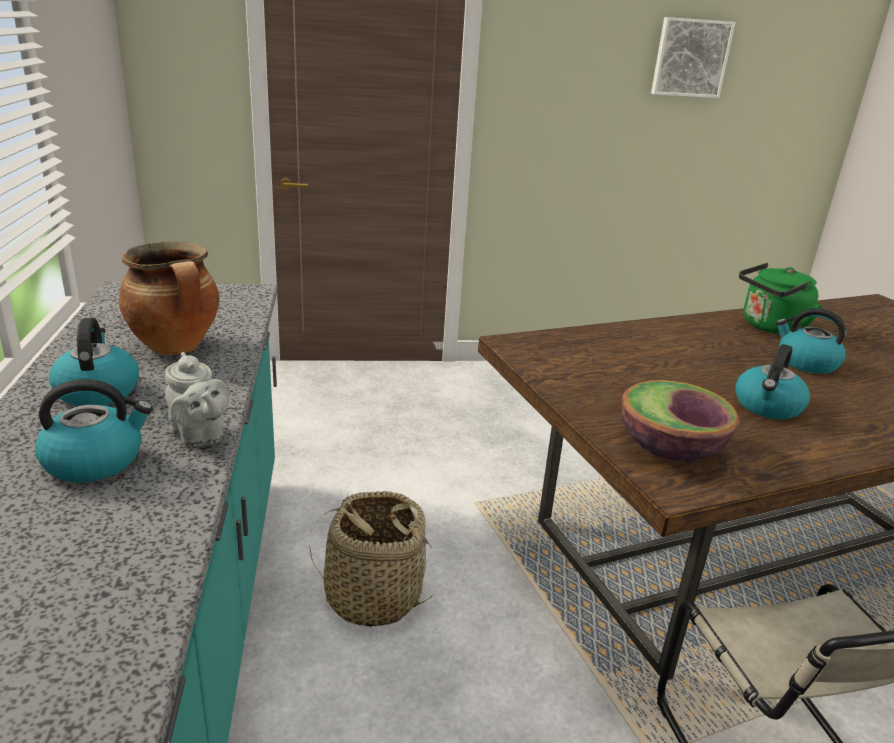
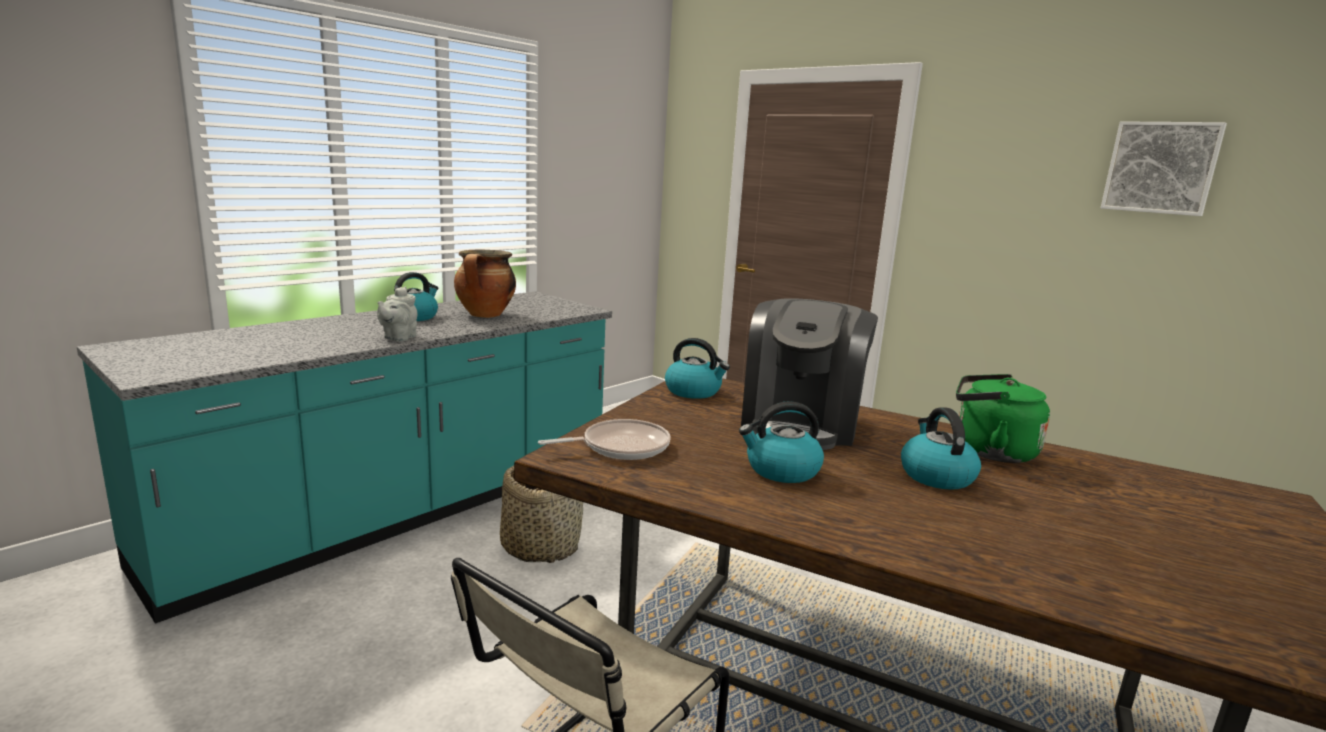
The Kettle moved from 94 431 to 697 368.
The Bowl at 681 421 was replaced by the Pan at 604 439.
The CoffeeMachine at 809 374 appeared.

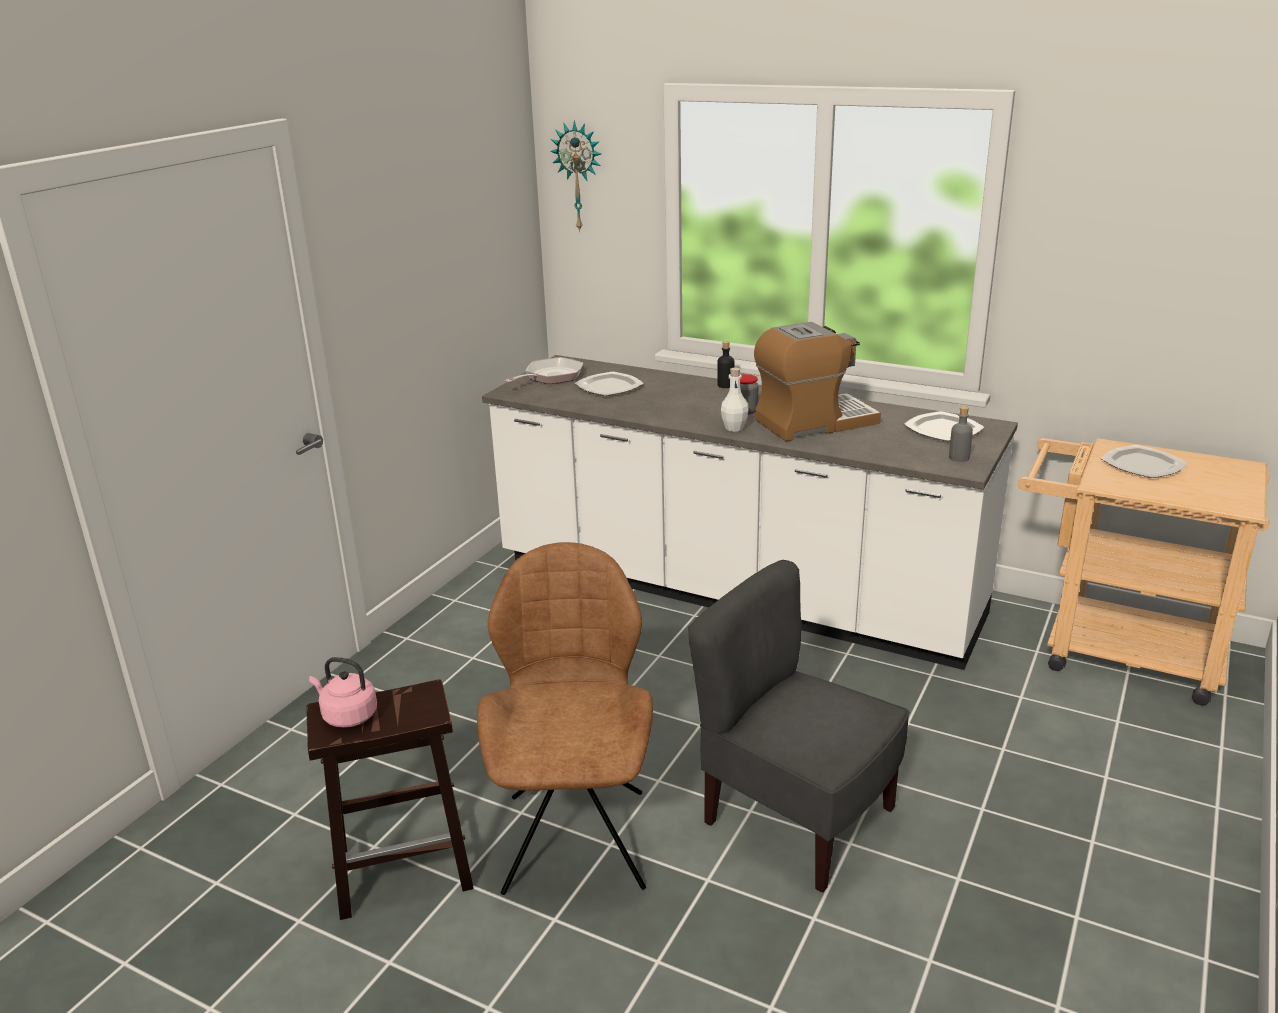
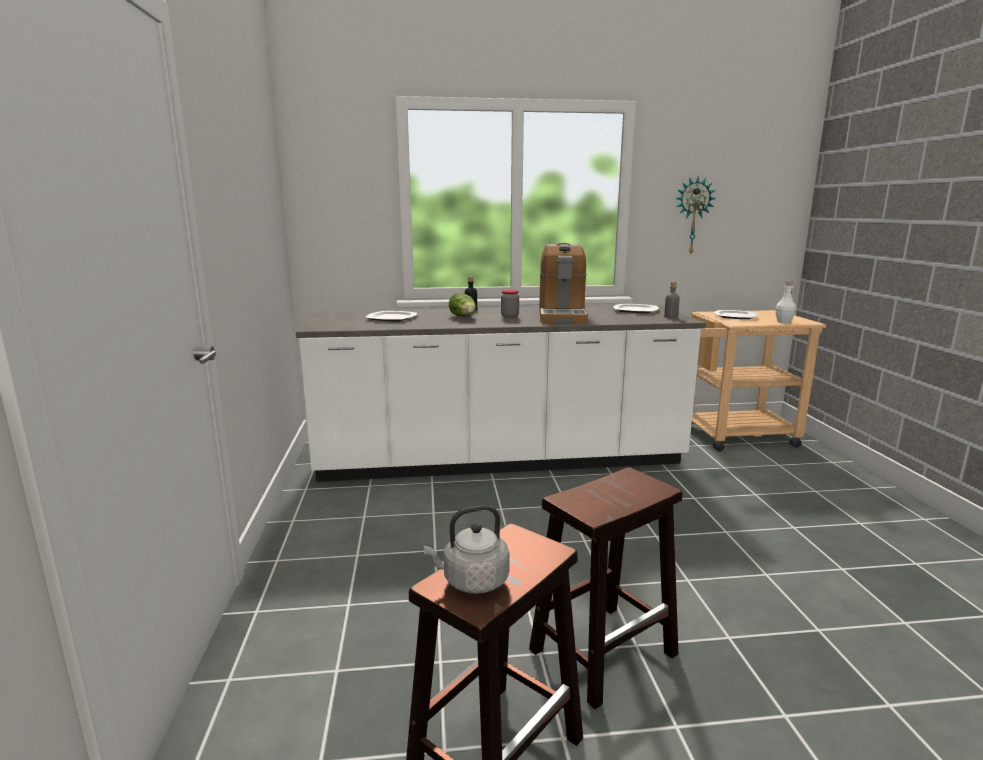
The HangingClock moved from 575 176 to 695 216.
The CoffeeMachine at 817 381 turned 150 degrees clockwise.
The Pan at 543 370 disappeared.
The WhitishBottle moved from 735 399 to 785 302.
The BrownColouredChair at 565 718 was replaced by the BrownColouredStoolSeat at 605 588.
The GrayChair at 798 726 disappeared.
The PinkishKettle at 343 692 became the GrayKettle at 466 549.
The LettuceHead at 462 304 appeared.

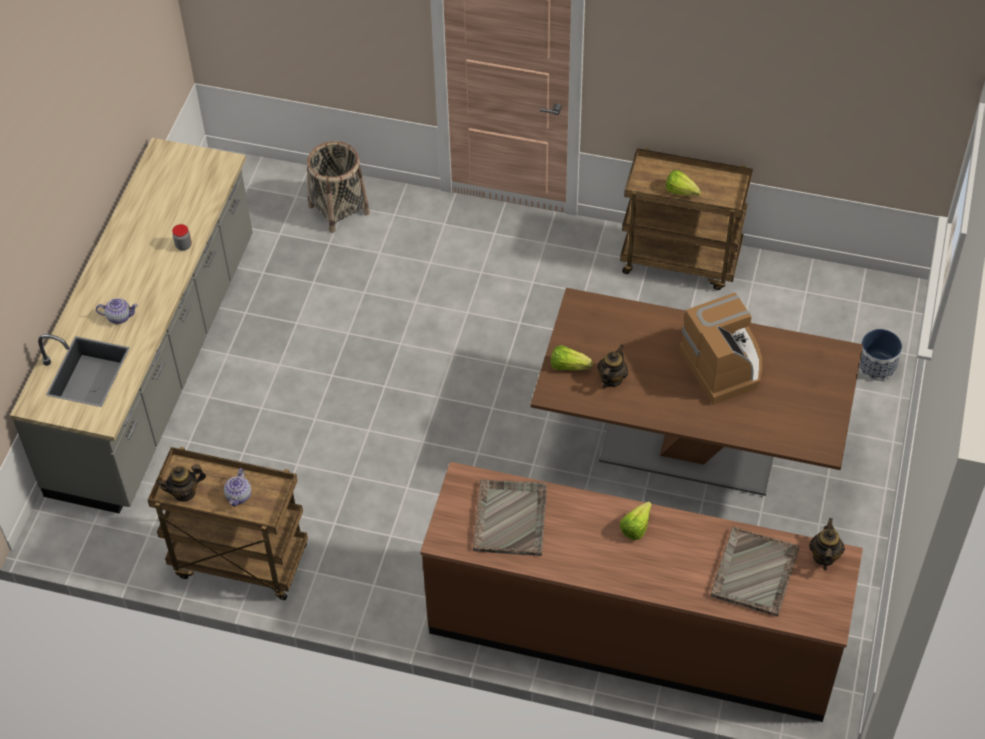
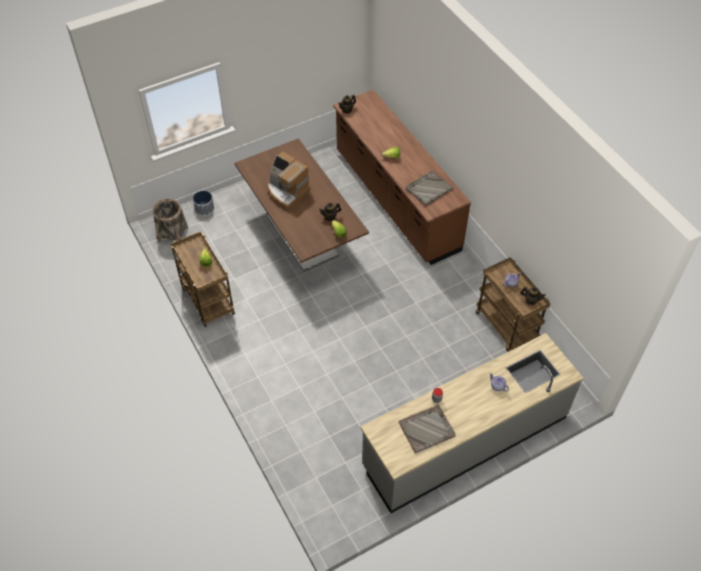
The StorageBasket moved from 338 187 to 170 221.
The CoffeeMachine at 720 349 turned 75 degrees counterclockwise.
The GrayTray moved from 755 571 to 427 429.

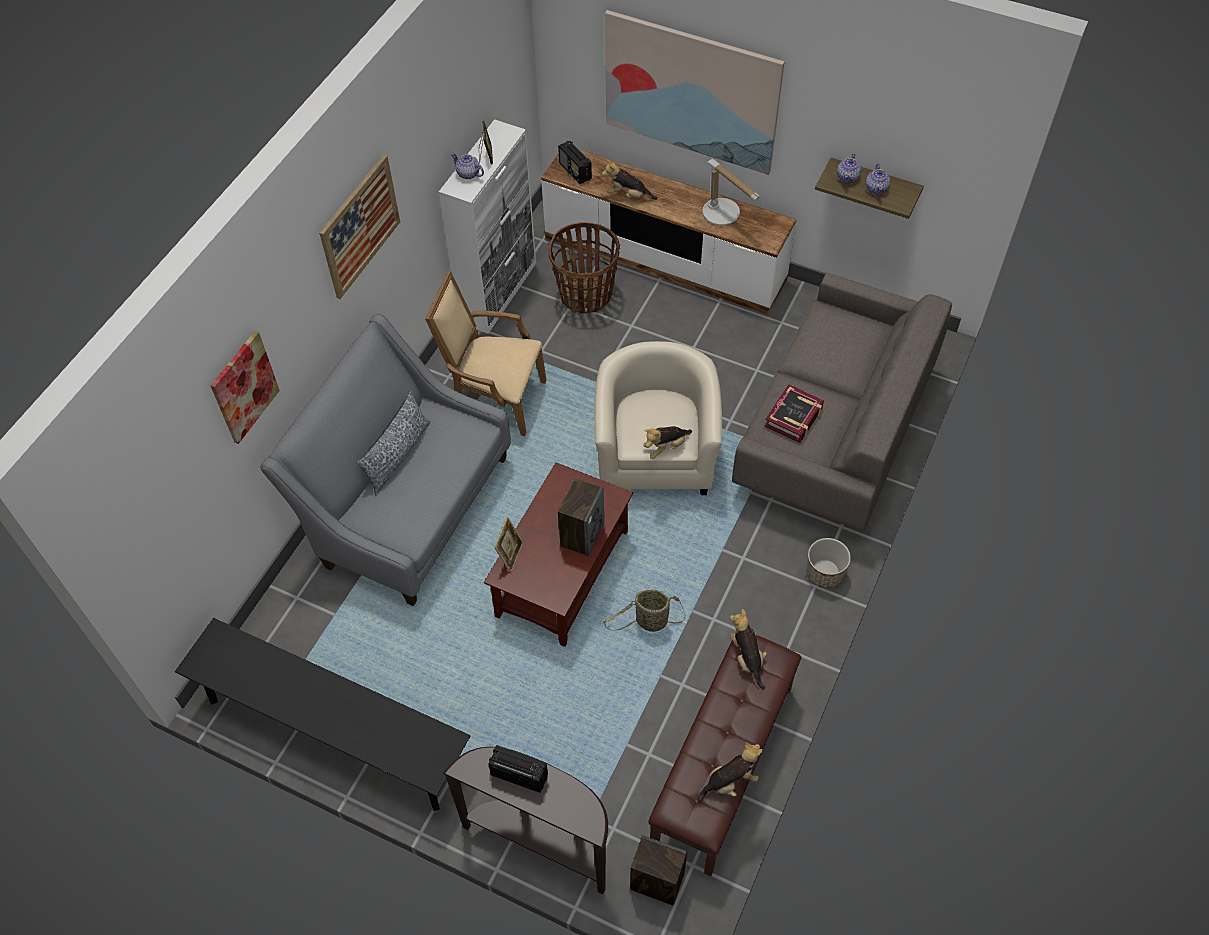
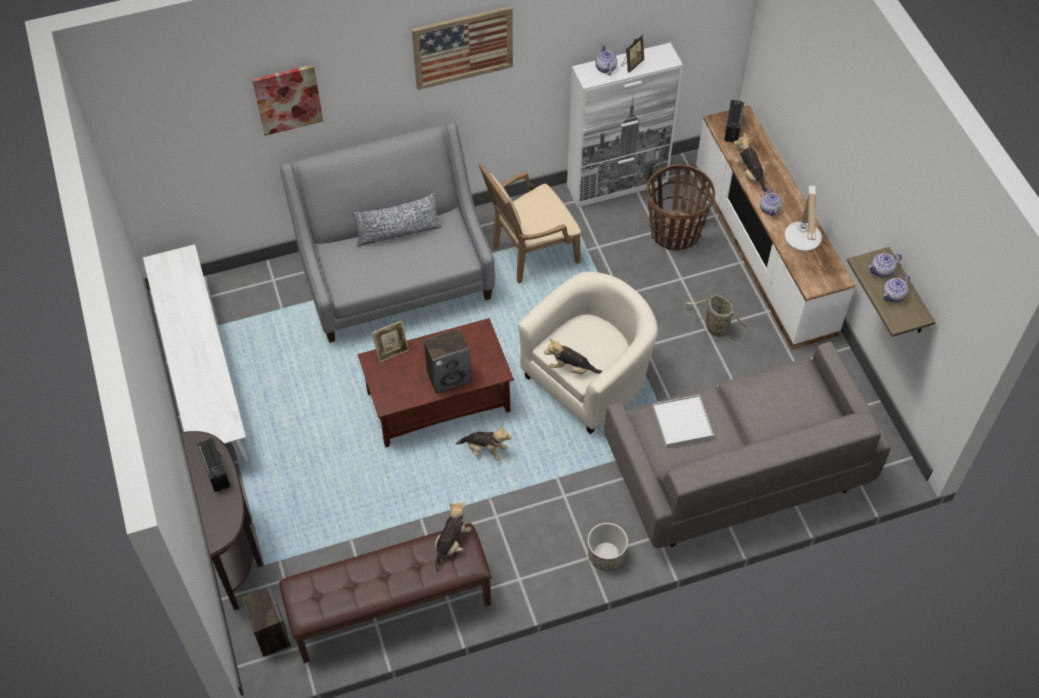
The Picture at 695 92 disappeared.
The BeigeColouredLoungeChair at 485 353 turned 90 degrees counterclockwise.
The Book at 794 413 was replaced by the WhitishTray at 683 421.
The StorageBasket moved from 644 611 to 715 319.
The BlackColouredLongSeat at 323 714 became the WhitishLongSeat at 195 353.
The PlushToy moved from 730 772 to 484 442.
The Teapot at 771 201 appeared.

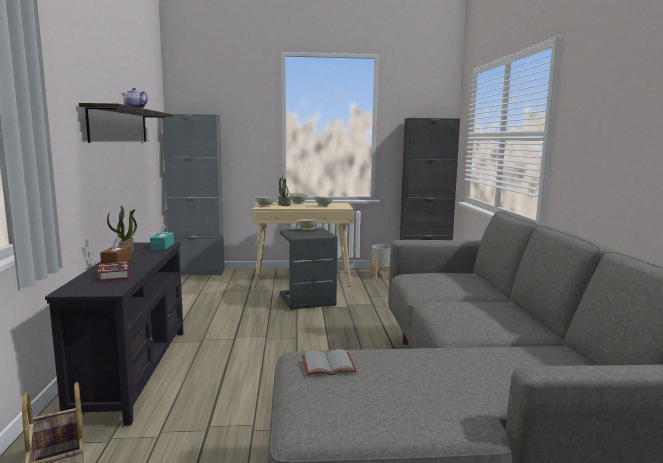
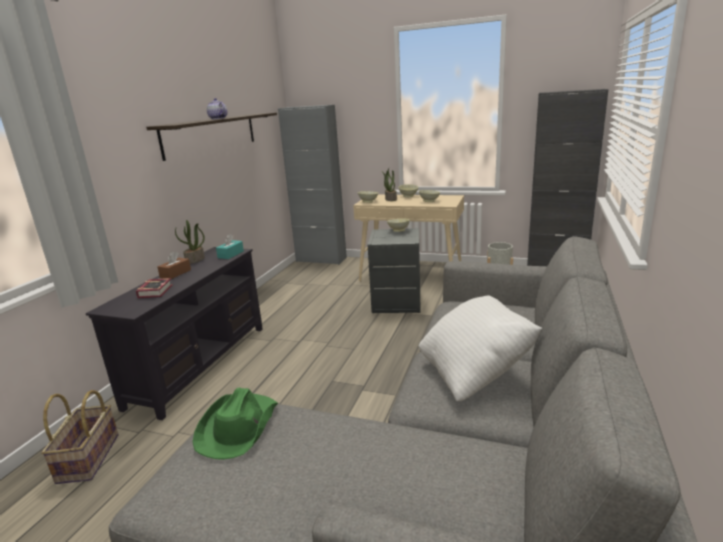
The GrayBook at 329 362 was replaced by the GreenishClothingHat at 235 423.
The WhitishThrowPillow at 480 348 appeared.

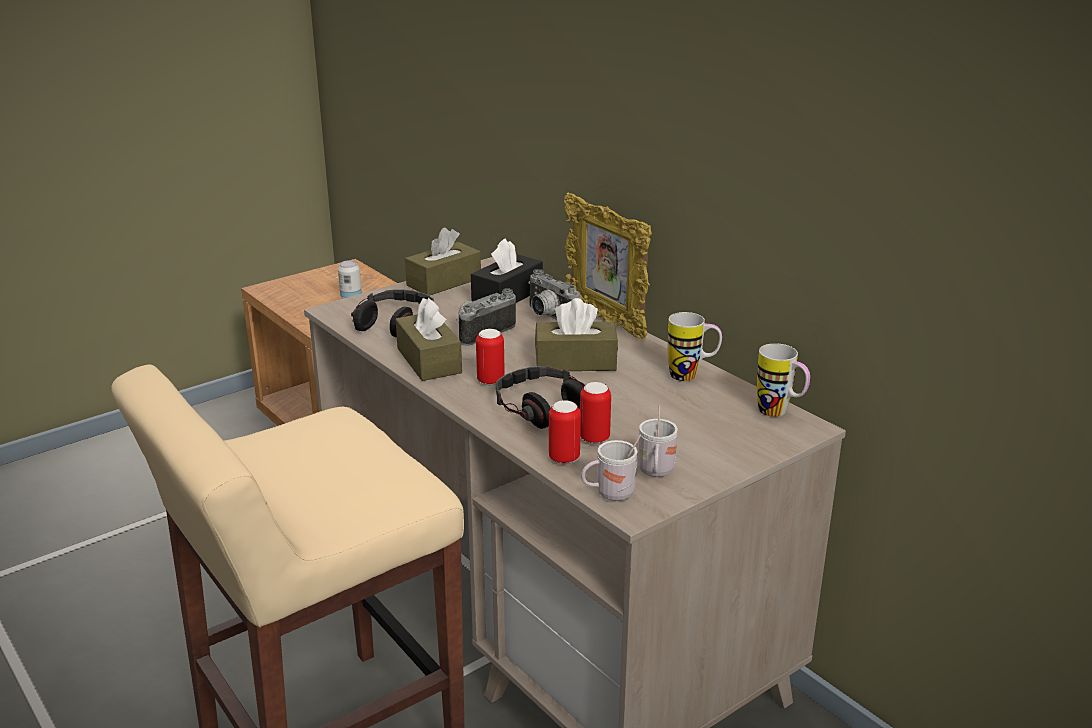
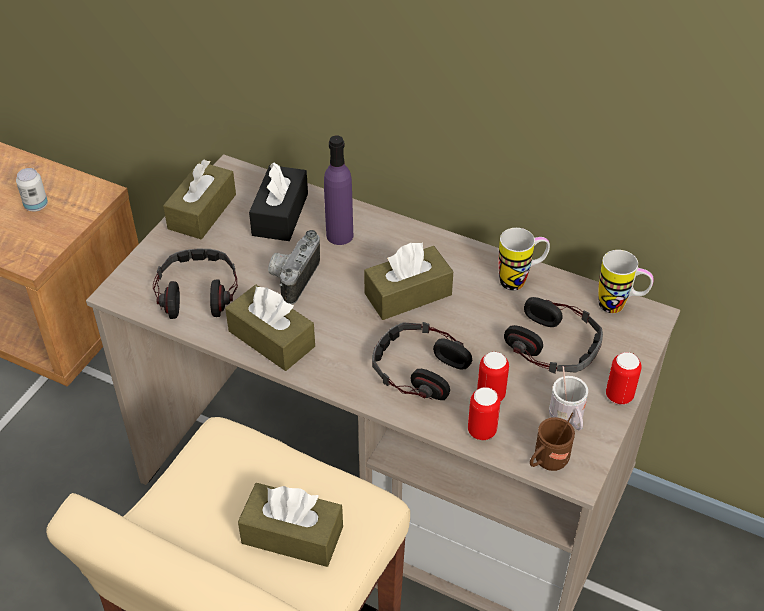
The PhotoFrame at 608 266 disappeared.
The StillCamera at 554 294 was replaced by the PurplishBottle at 338 190.
The SealedCan moved from 490 357 to 624 378.
The WhitishMug at 611 468 became the BrownColouredMug at 552 442.
The PairOfHeadphones at 553 335 appeared.
The BrownColouredTissueHolder at 290 525 appeared.

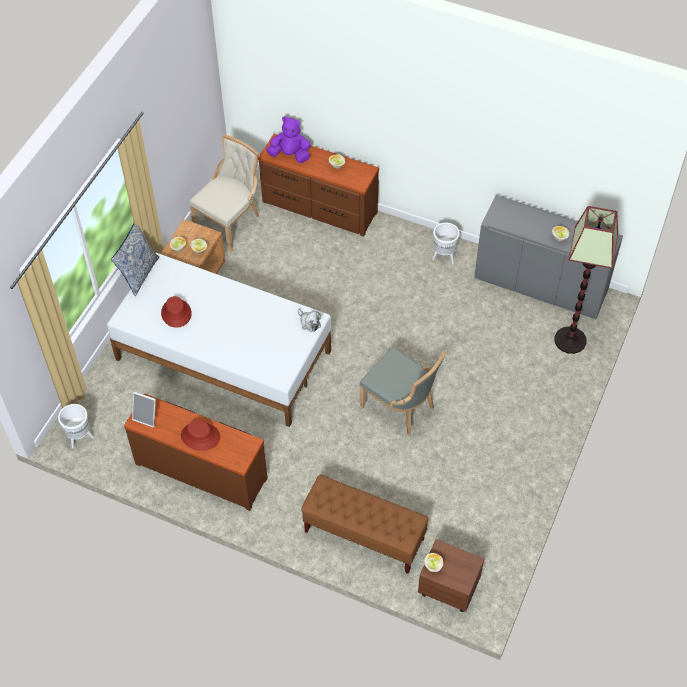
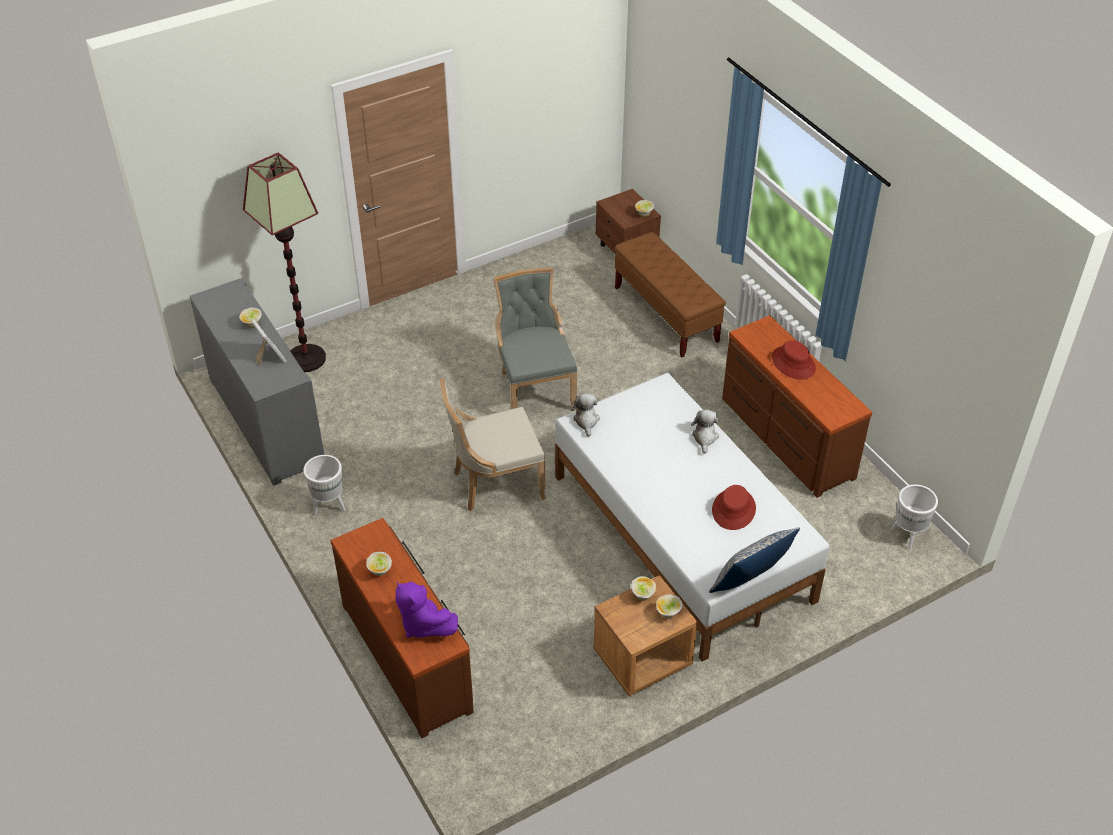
The BeigeColouredChair moved from 224 193 to 493 444.
The PhotoFrame moved from 144 409 to 269 342.
The PlushToy at 705 432 appeared.

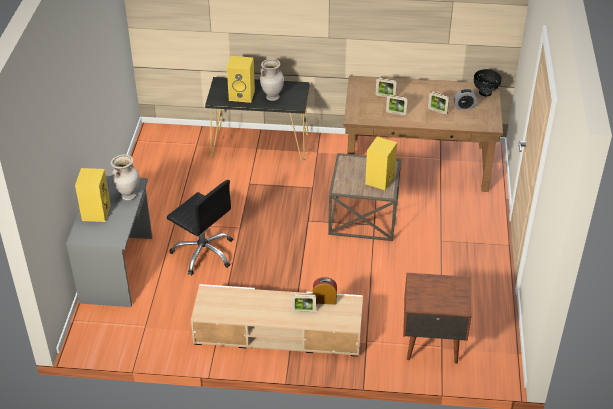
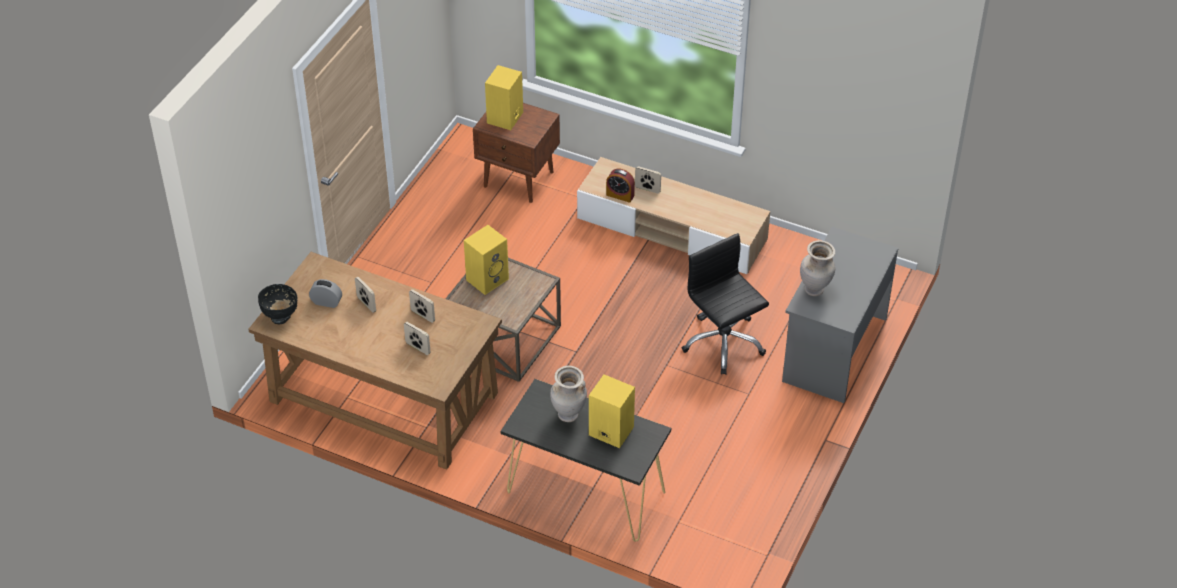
The YellowishSpeaker moved from 93 195 to 504 97.

